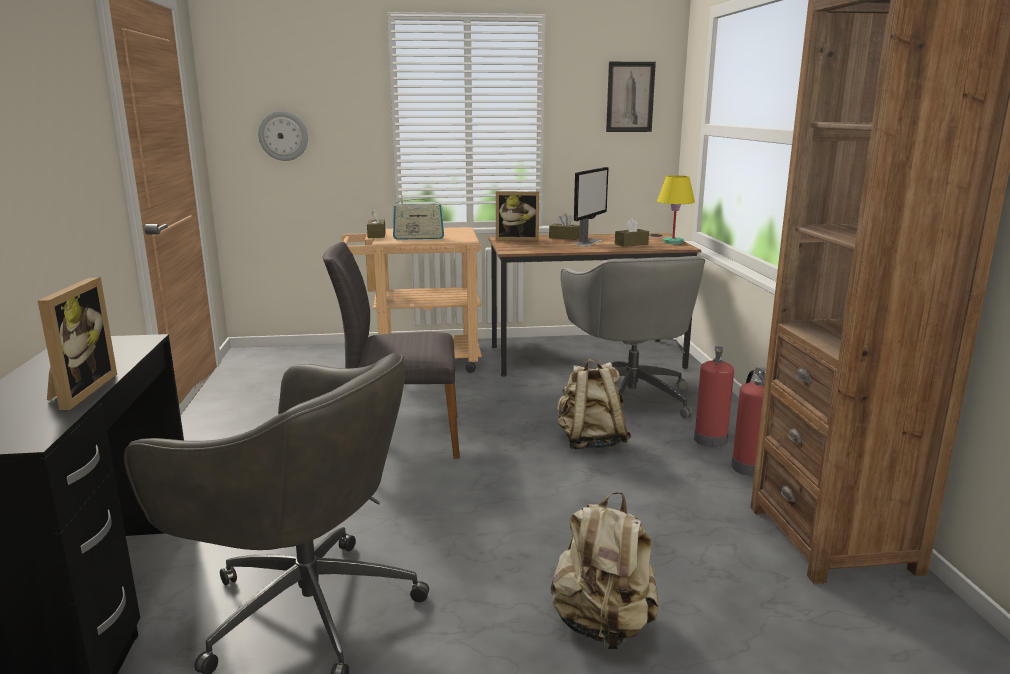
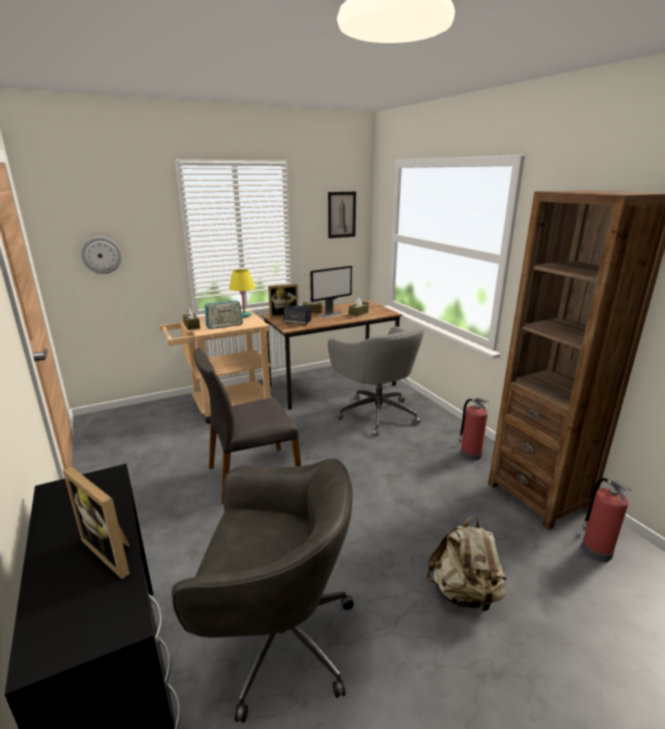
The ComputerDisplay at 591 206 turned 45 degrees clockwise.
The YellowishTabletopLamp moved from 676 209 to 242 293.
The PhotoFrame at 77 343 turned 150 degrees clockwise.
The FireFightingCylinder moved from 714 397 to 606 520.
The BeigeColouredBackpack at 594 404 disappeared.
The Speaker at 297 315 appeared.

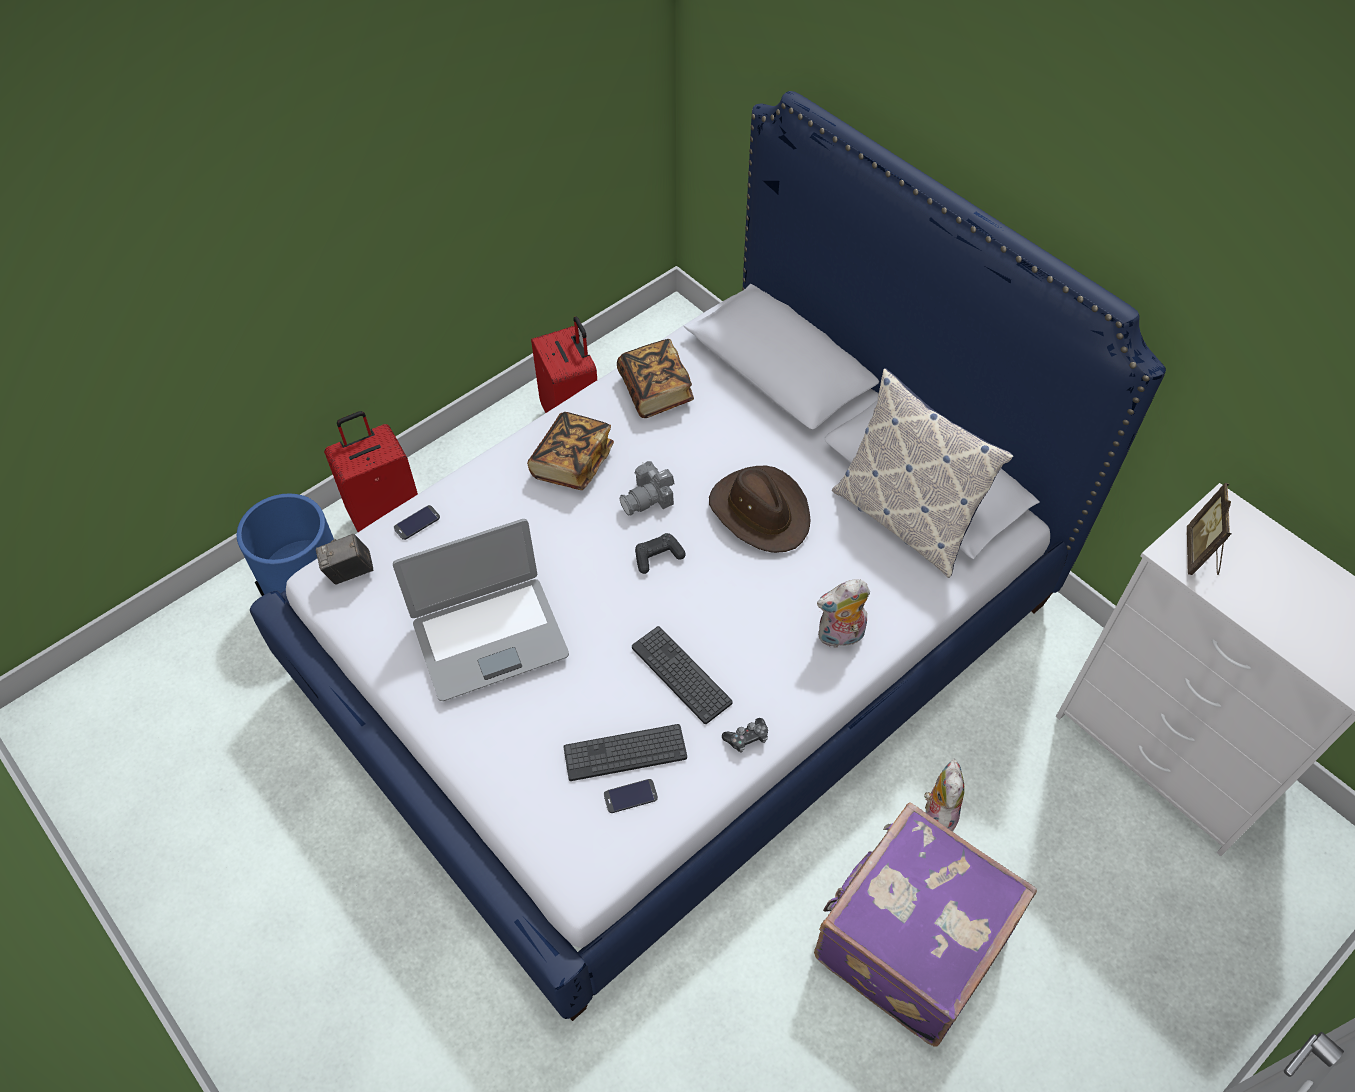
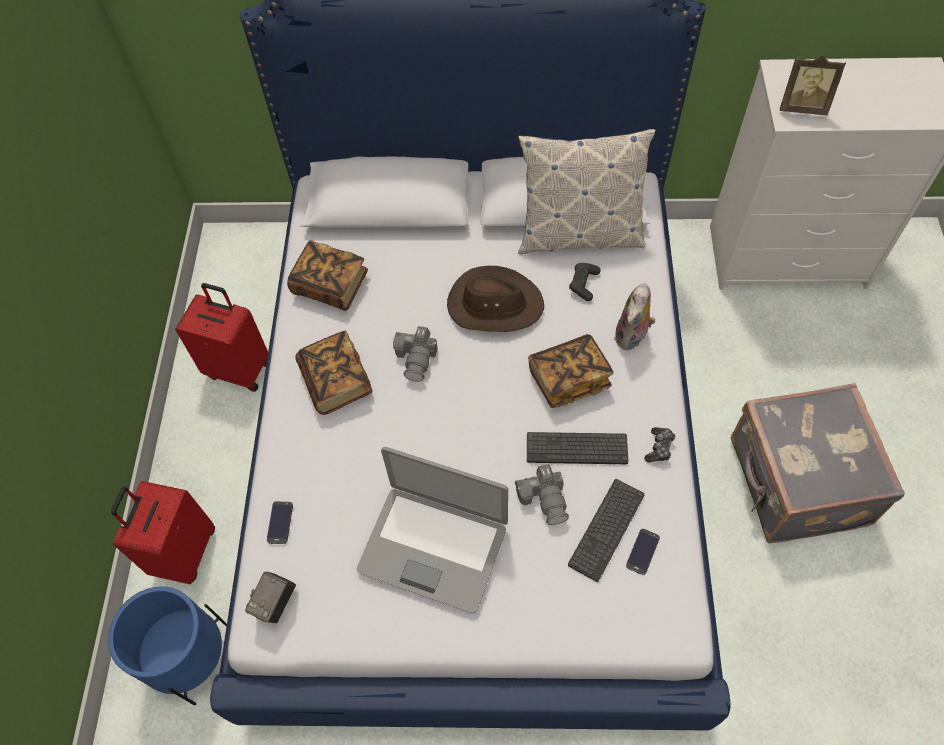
The PhotoFrame at 1209 529 turned 45 degrees counterclockwise.
The NotebookComputer at 481 610 turned 90 degrees clockwise.
The BlackColouredGamepad moved from 660 553 to 585 282.
The PlushToy at 944 795 disappeared.
The PurplishSuitcase at 925 924 became the GraySuitcase at 818 463.
The Book at 571 371 appeared.
The StillCamera at 542 494 appeared.

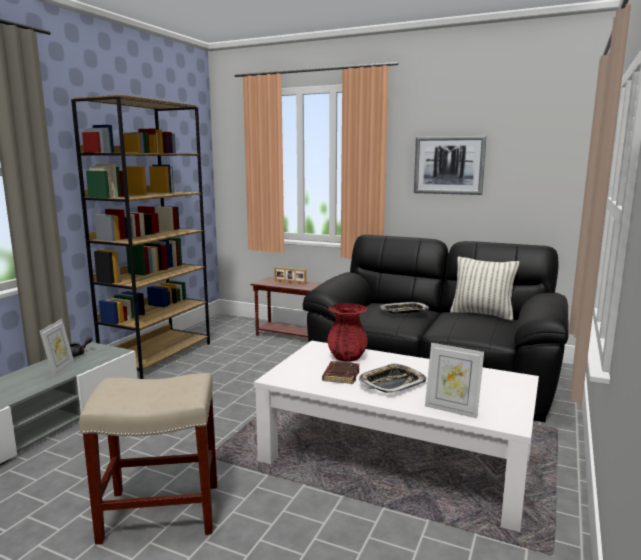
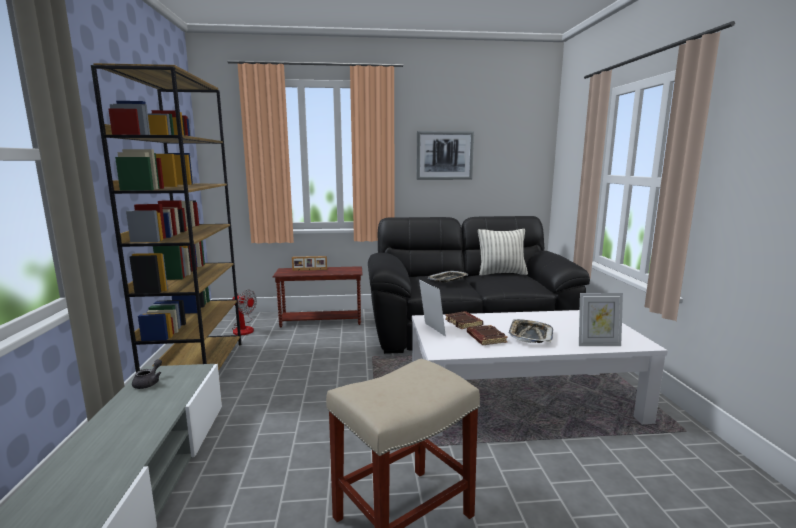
The RedColouredFlowerVase at 347 332 was replaced by the BrownColouredBook at 464 320.
The PhotoFrame moved from 57 348 to 432 308.
The ElectricFan at 244 312 appeared.

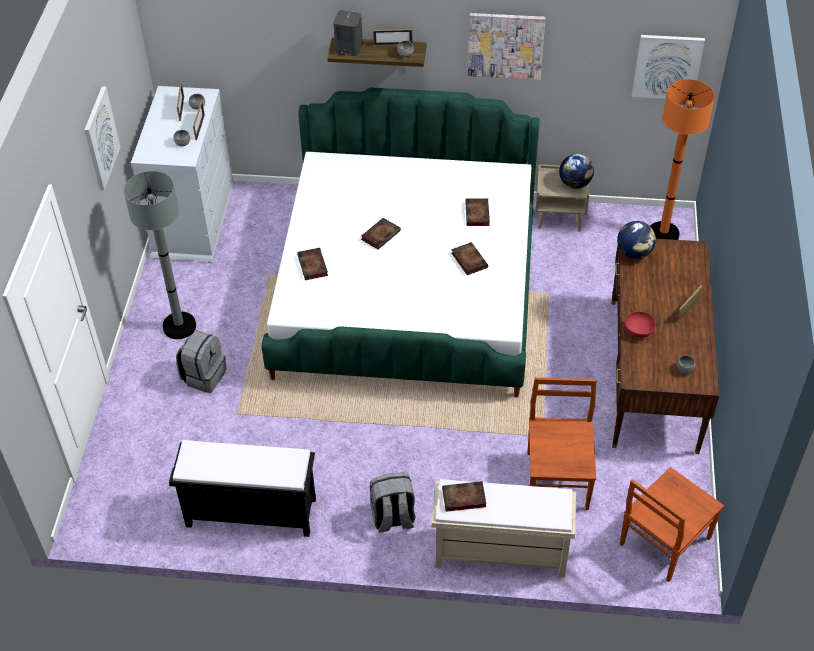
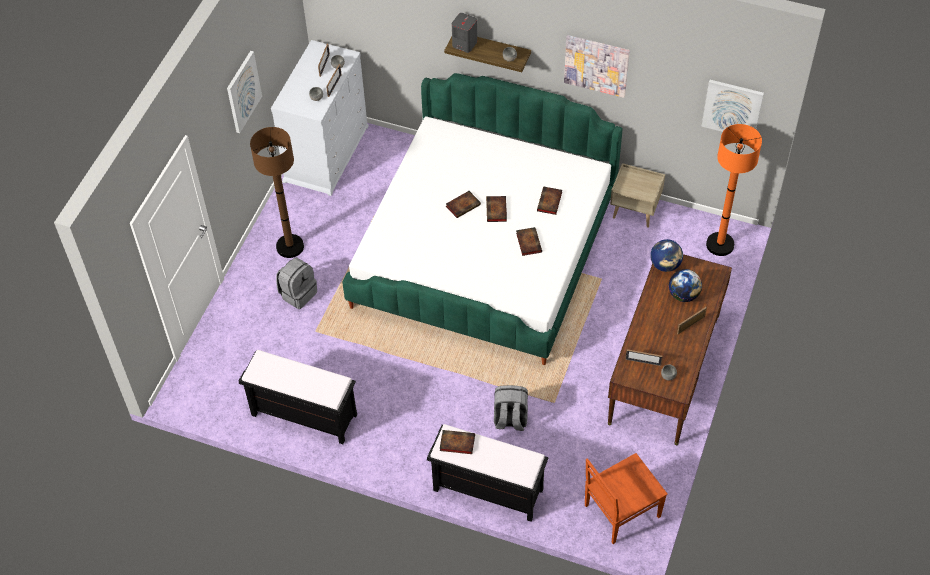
The PhotoFrame moved from 392 37 to 644 357.
The DeskGlobe moved from 576 171 to 685 285.
The GrayFloorLamp at 160 255 became the BrownColouredFloorLamp at 277 192.
The Book moved from 312 264 to 496 209.
The RedColouredBowl at 640 324 disappeared.
The BrownColouredChair at 562 443 disappeared.
The GrayBackpack moved from 392 502 to 511 408.
The BeigeColouredLongSeat at 503 528 became the BlackColouredLongSeat at 488 473.

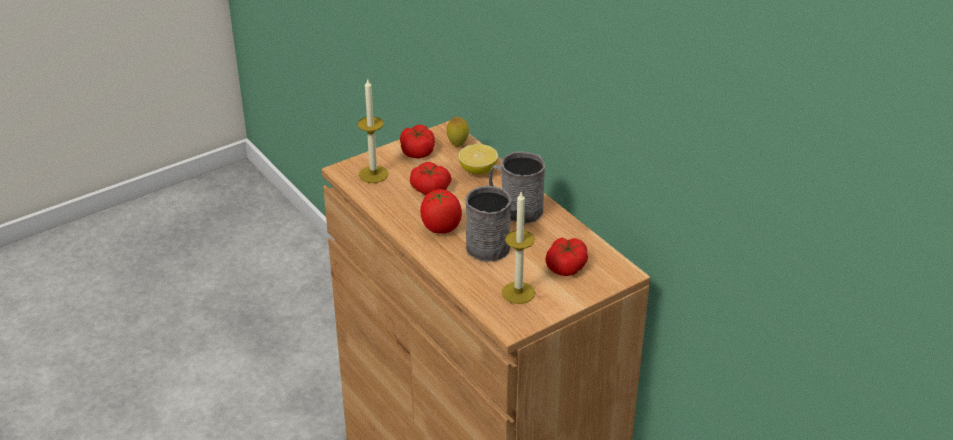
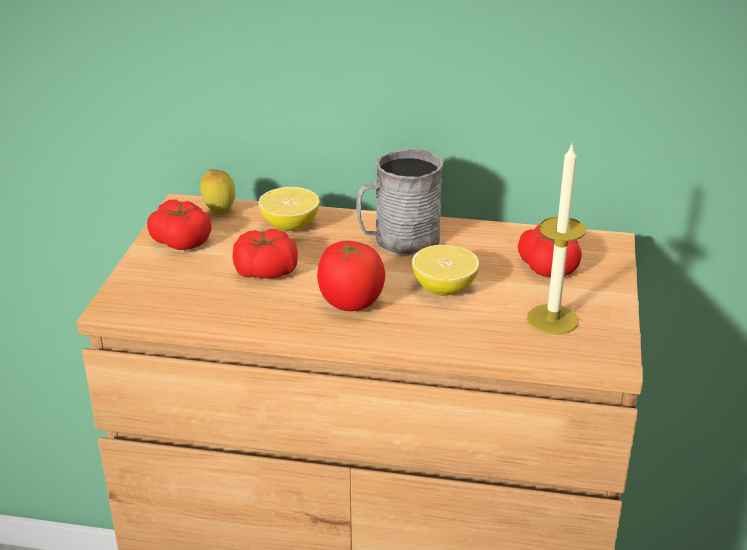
The WaxCandle at 373 131 disappeared.
The GrayMug at 495 224 was replaced by the Lemon at 445 270.

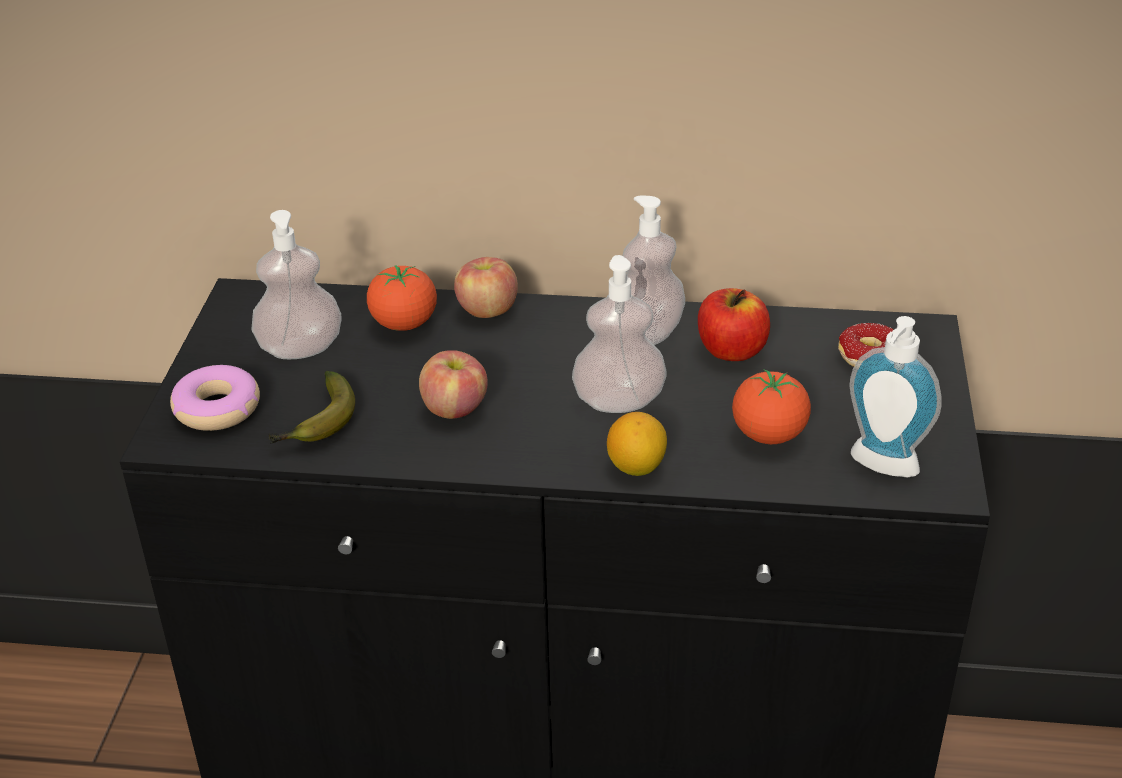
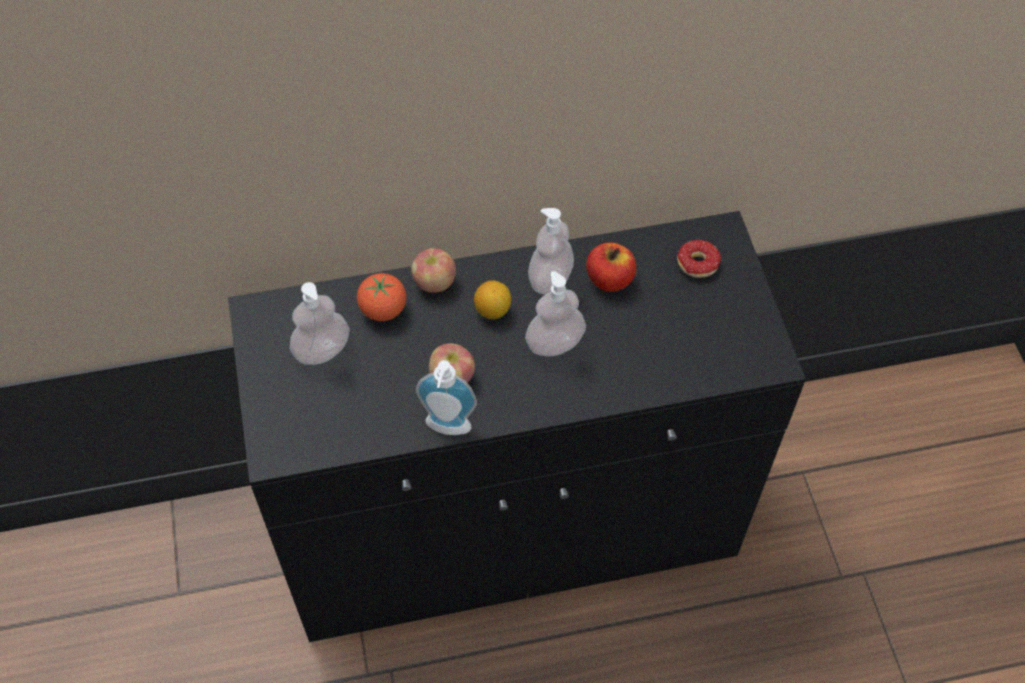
The SoapDispenser moved from 895 396 to 446 397.
The Doughnut at 215 398 disappeared.
The FreshTomato at 771 406 disappeared.
The WholeBanana at 312 406 disappeared.
The Lemon moved from 637 444 to 492 299.

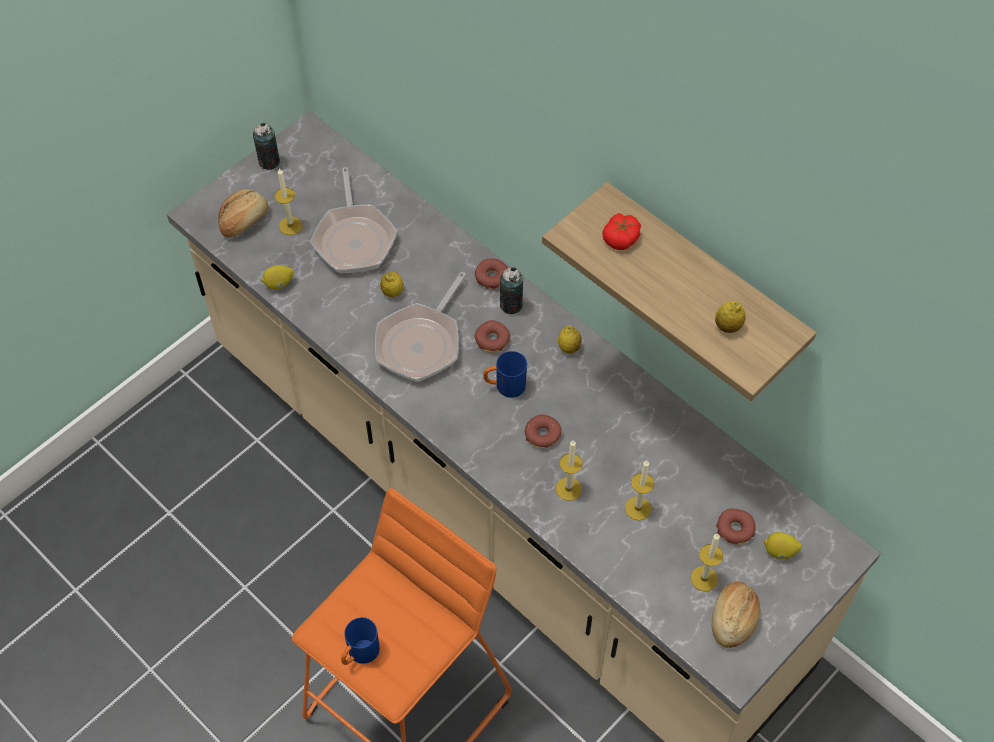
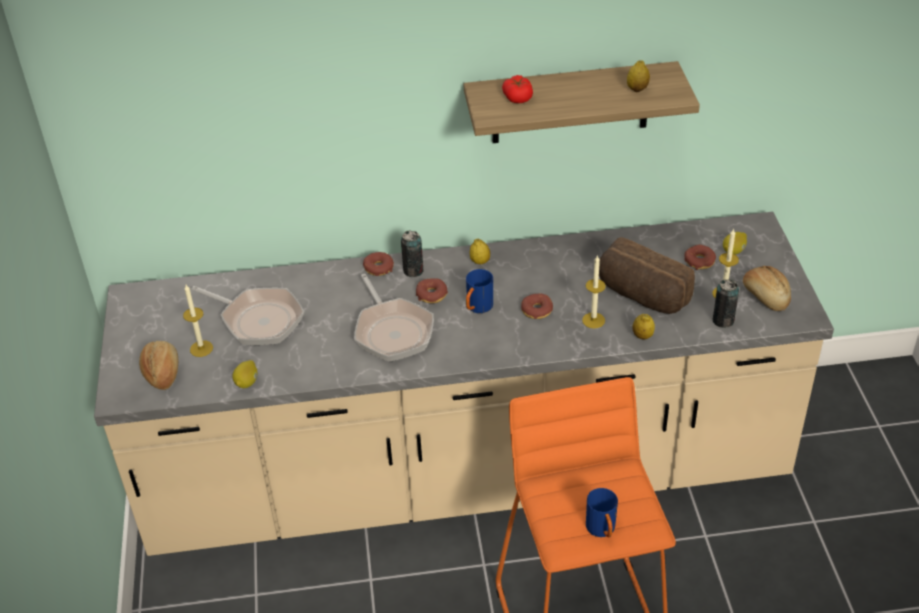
The SealedCan moved from 266 146 to 726 303.
The Lemon moved from 392 284 to 643 327.
The WaxCandle at 640 490 was replaced by the BakedBread at 647 275.

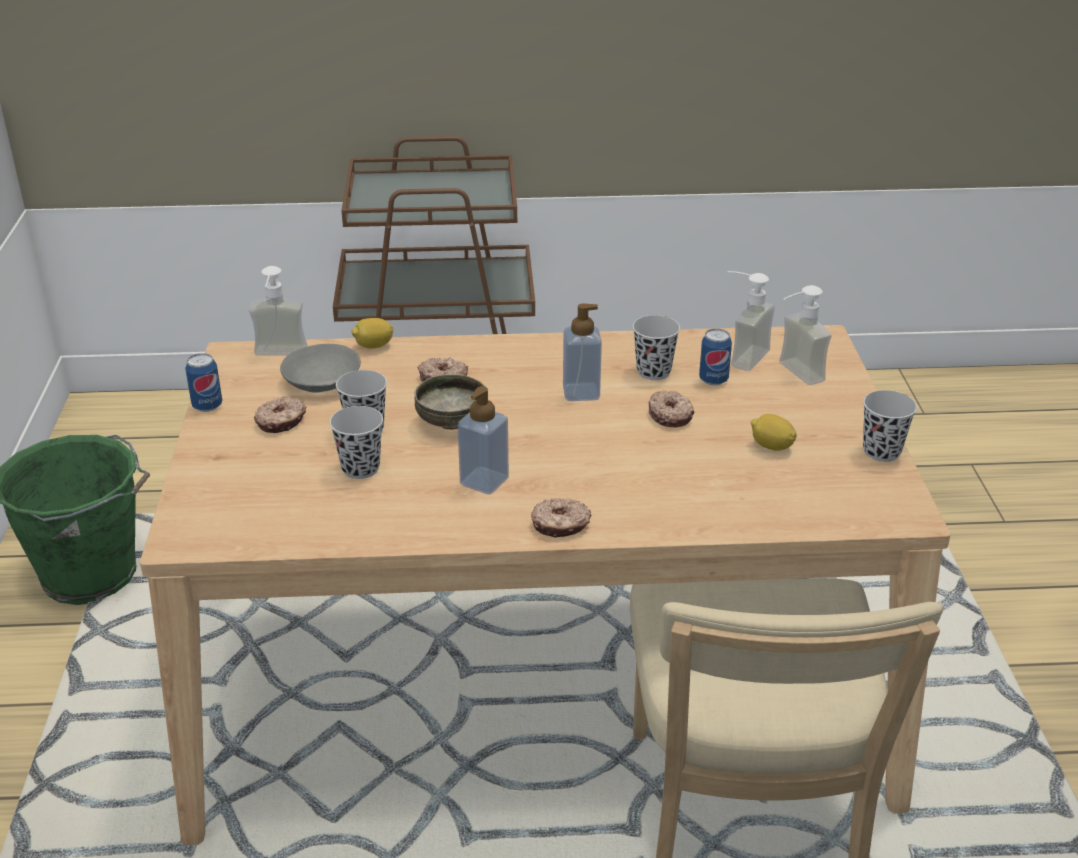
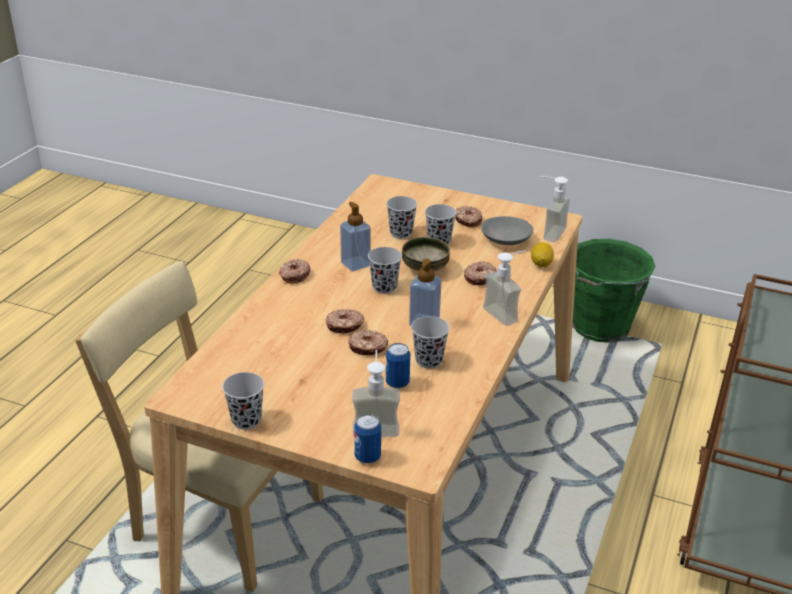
The SoapDispenser moved from 751 321 to 504 288.
The SealedCan moved from 203 382 to 367 439.
The Lemon at 774 432 disappeared.
The BlackColouredDrinkingCup at 385 270 appeared.
The Doughnut at 345 321 appeared.

